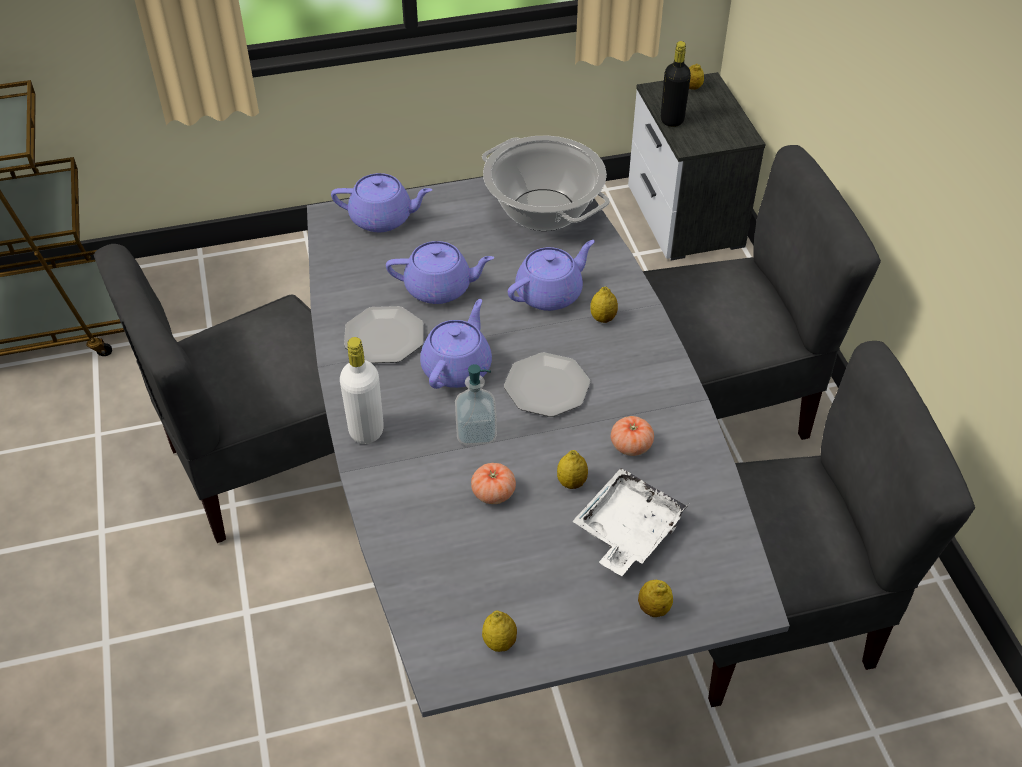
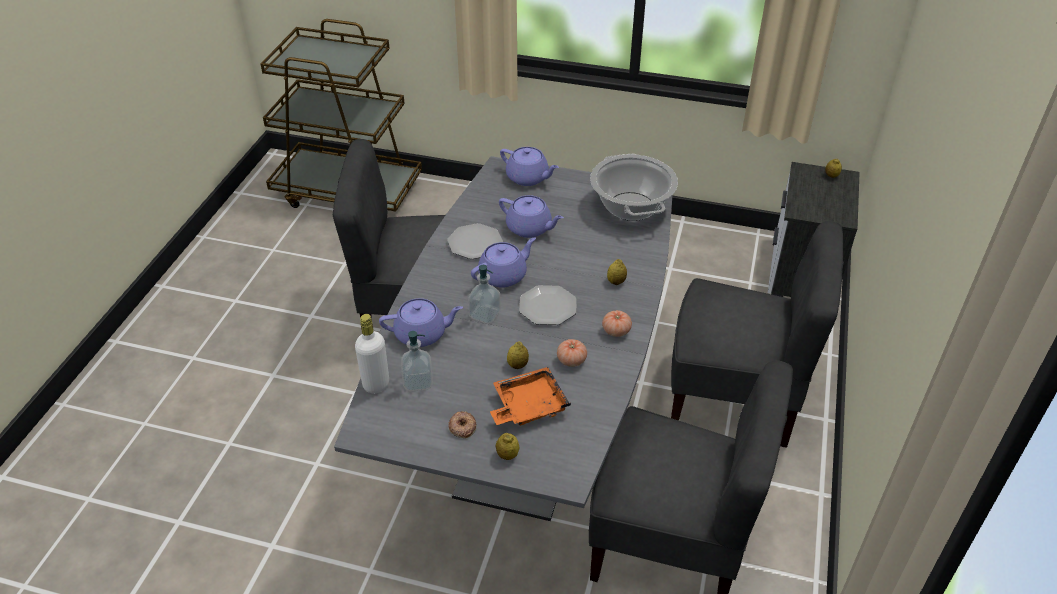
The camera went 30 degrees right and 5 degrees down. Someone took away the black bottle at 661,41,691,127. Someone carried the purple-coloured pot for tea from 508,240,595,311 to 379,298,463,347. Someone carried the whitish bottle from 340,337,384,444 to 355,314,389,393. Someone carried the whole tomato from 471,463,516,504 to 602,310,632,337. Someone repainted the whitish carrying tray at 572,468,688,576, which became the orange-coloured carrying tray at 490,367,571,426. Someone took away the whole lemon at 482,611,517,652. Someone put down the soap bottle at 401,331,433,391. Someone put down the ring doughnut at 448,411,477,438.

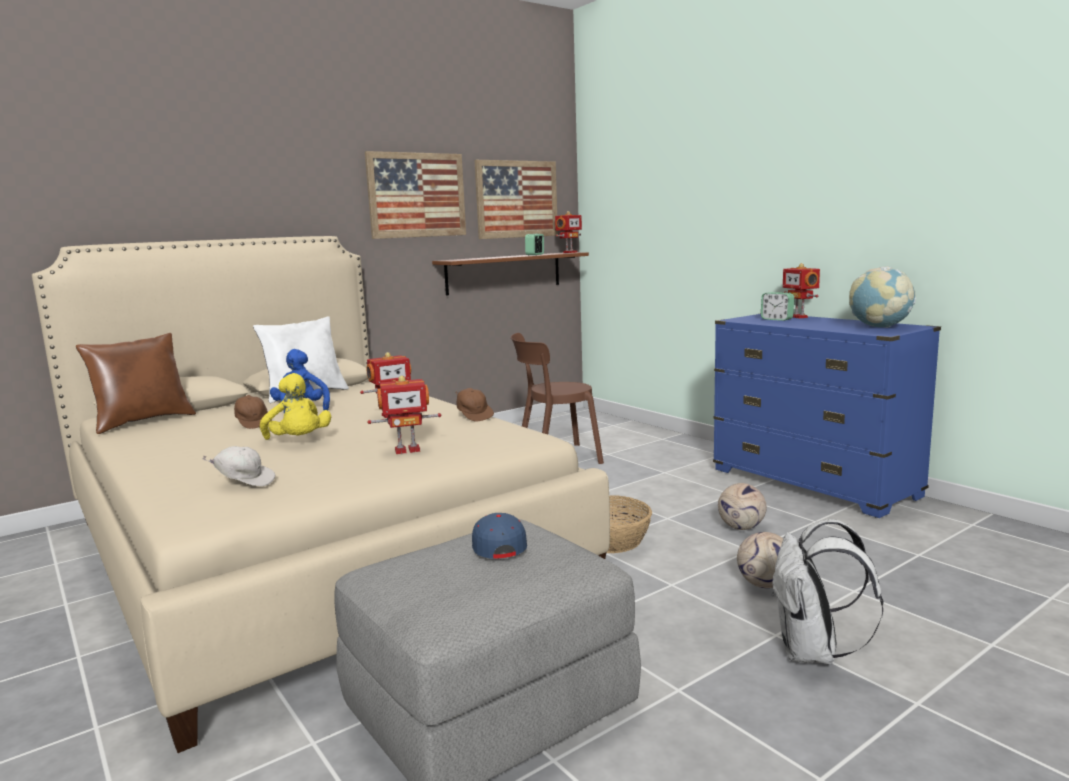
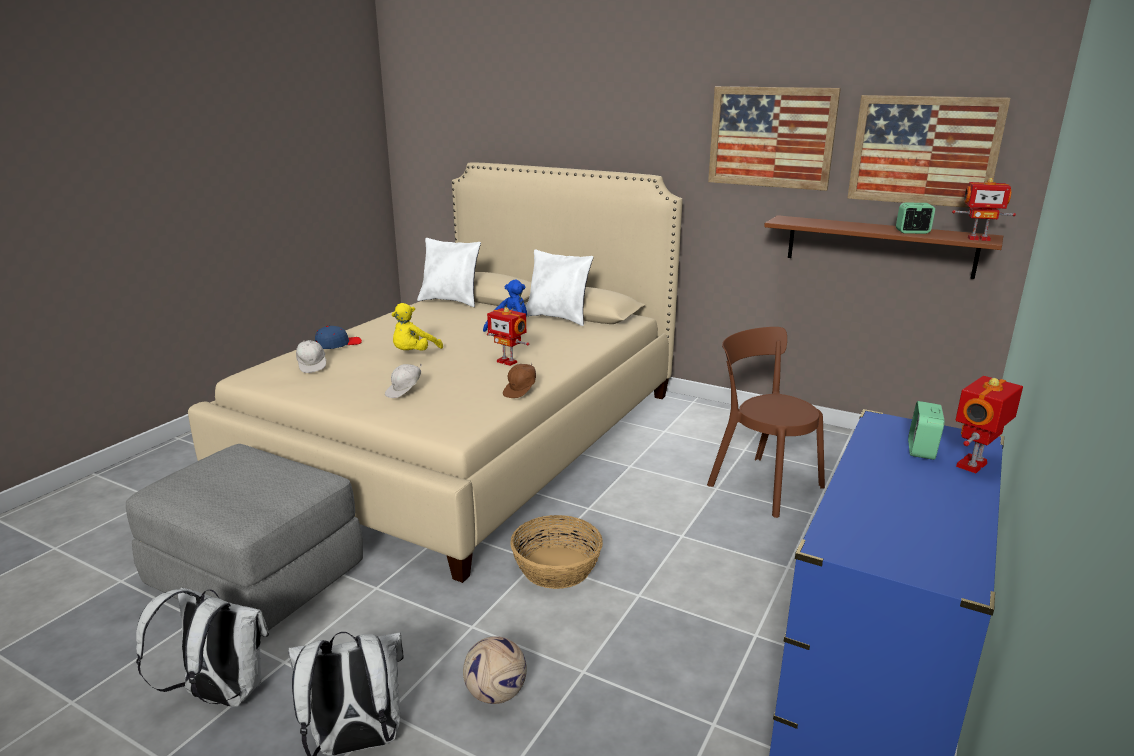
The camera went 65 degrees right and 10 degrees up. Someone took away the world globe at 849,266,916,328. Someone repainted the brownish pillow at 76,333,196,434, which became the whitish pillow at 417,238,481,307. Someone swapped the model robot at 367,376,441,454 for the whitish peaked cap at 385,363,422,398. Someone took away the brownish peaked cap at 234,395,272,429. Someone took away the football at 718,483,767,530. Someone carried the blue peaked cap from 472,513,527,559 to 315,326,362,349. Someone put down the whitish knapsack at 136,588,269,707.

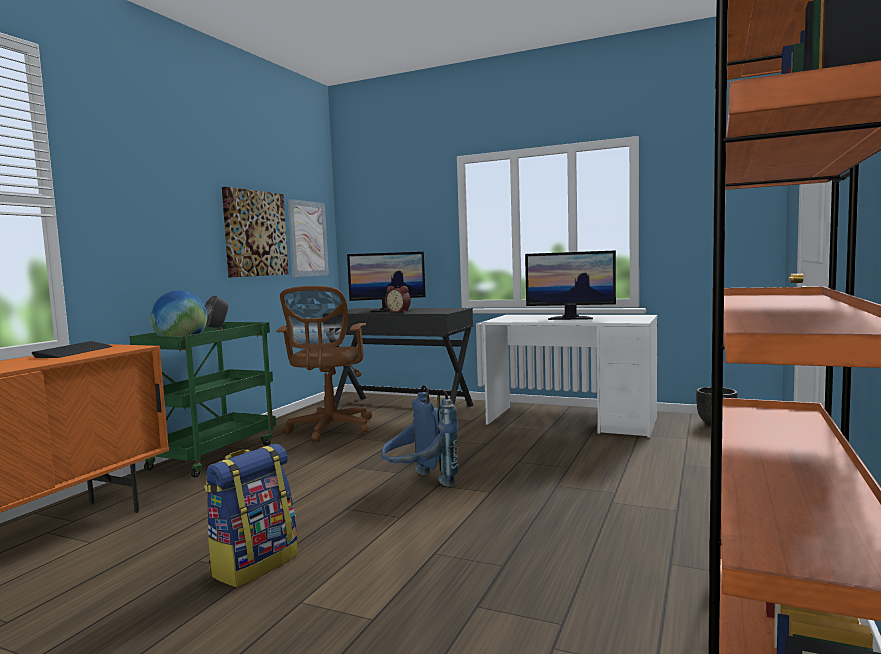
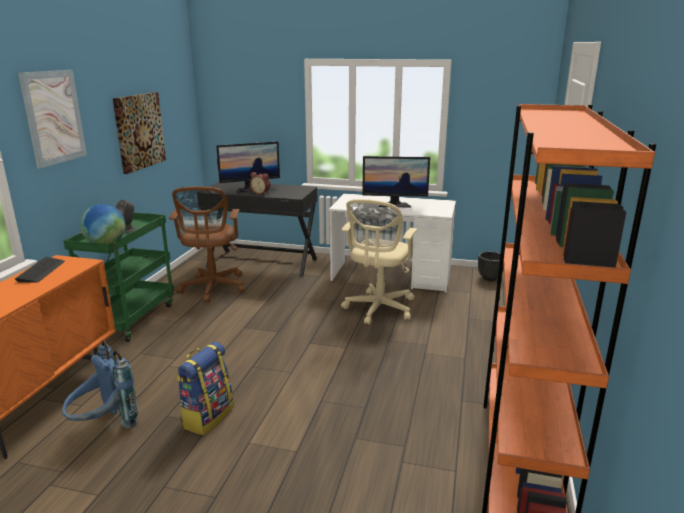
The camera went 10 degrees left and 15 degrees up. Someone carried the wall art from 287,199,329,277 to 18,70,87,169. Someone carried the blue knapsack from 381,385,459,487 to 62,341,138,428. Someone put down the beige-coloured desk chair at 341,199,417,325.

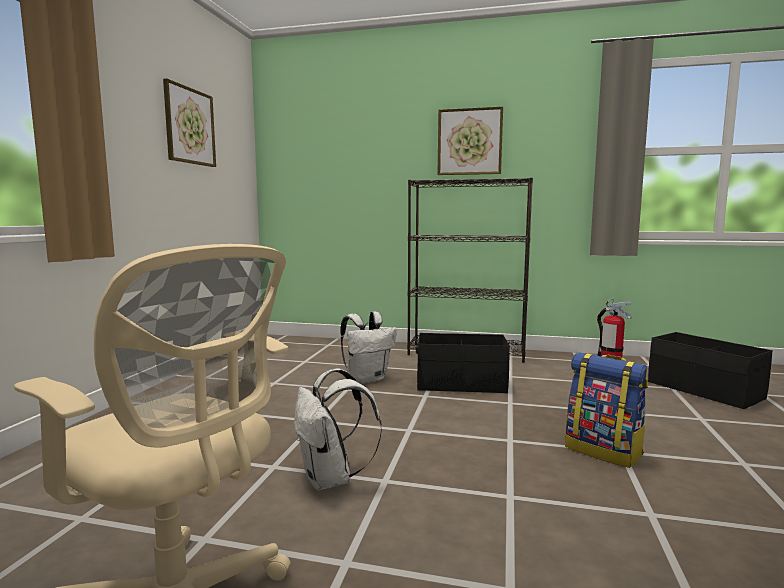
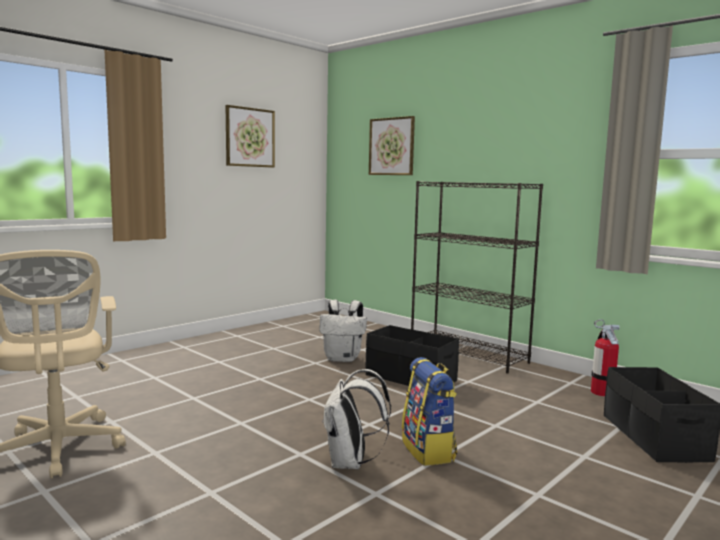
The camera went 30 degrees right and 0 degrees up. Someone carried the wall art from 438,106,503,175 to 369,116,415,175. Someone carried the whitish knapsack from 294,369,382,491 to 322,369,391,469.

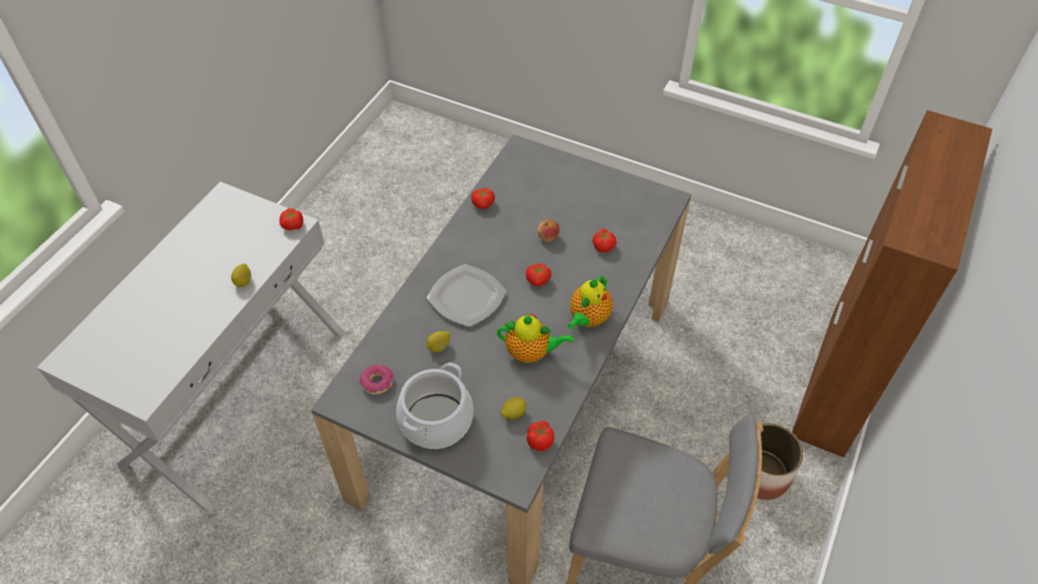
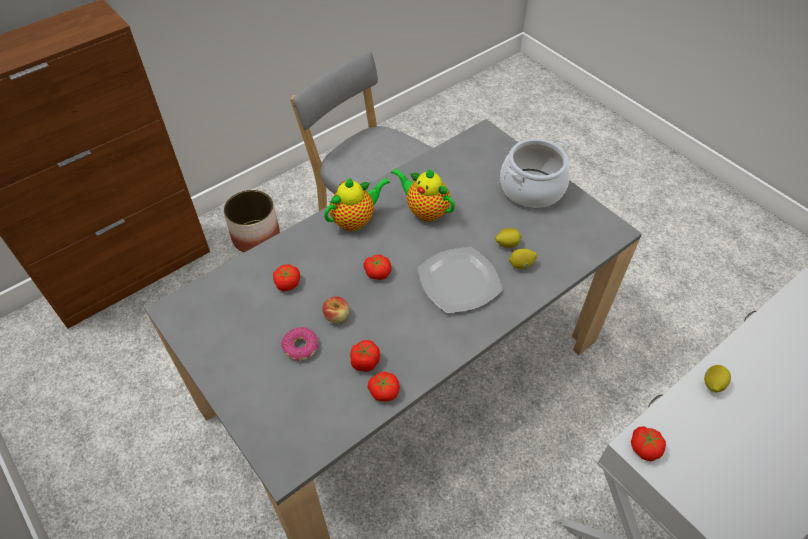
The camera went 155 degrees left and 0 degrees up. Someone carried the ring doughnut from 360,365,394,395 to 281,327,318,361. Someone carried the whole lemon from 501,397,526,419 to 509,249,537,269. Someone carried the whole tomato from 527,421,554,451 to 350,340,380,372.

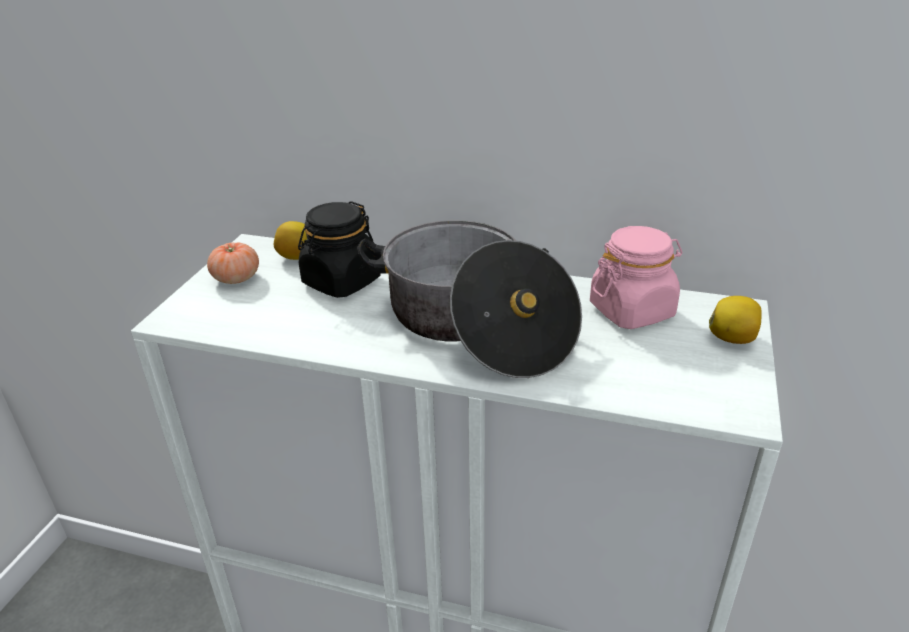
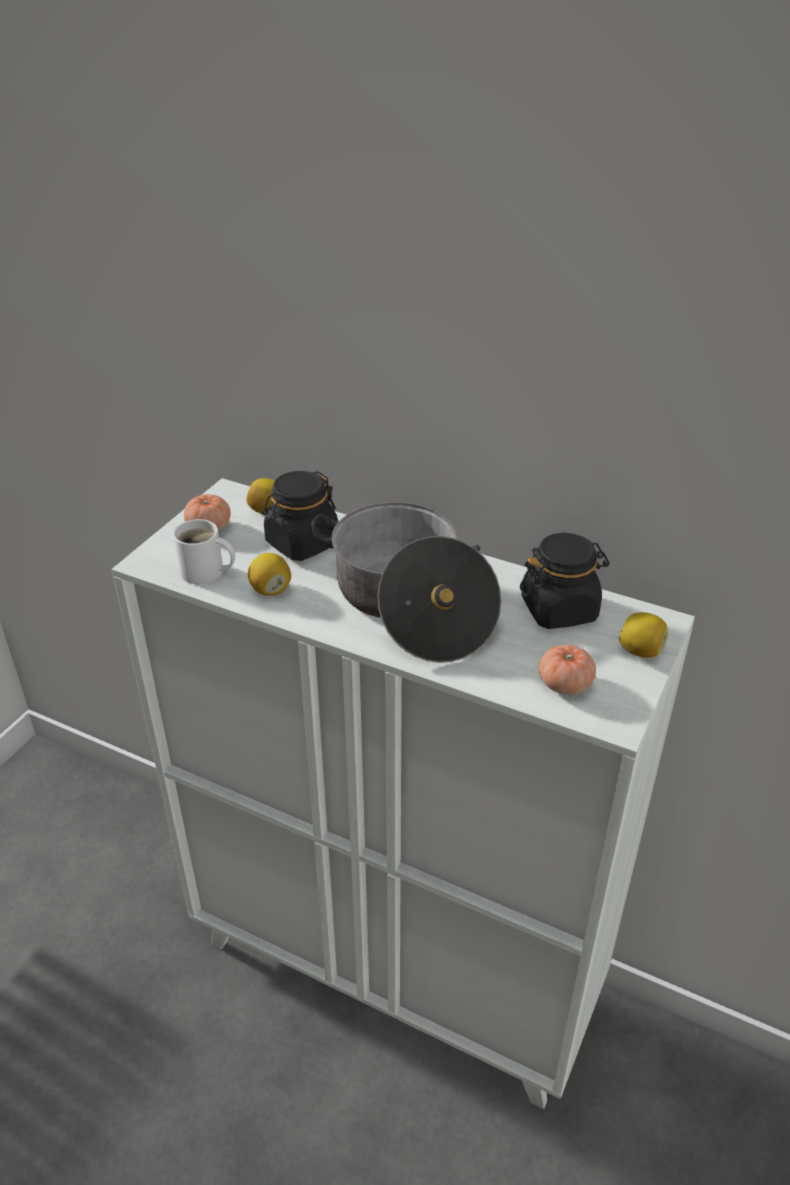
The camera went 10 degrees right and 5 degrees up. Someone repainted the pink-coloured preserve jar at 590,226,682,329, which became the black preserve jar at 520,533,610,629. Someone put down the whitish mug at 173,519,235,584. Someone put down the whole lemon at 248,553,291,596. Someone put down the whole tomato at 539,645,596,695.

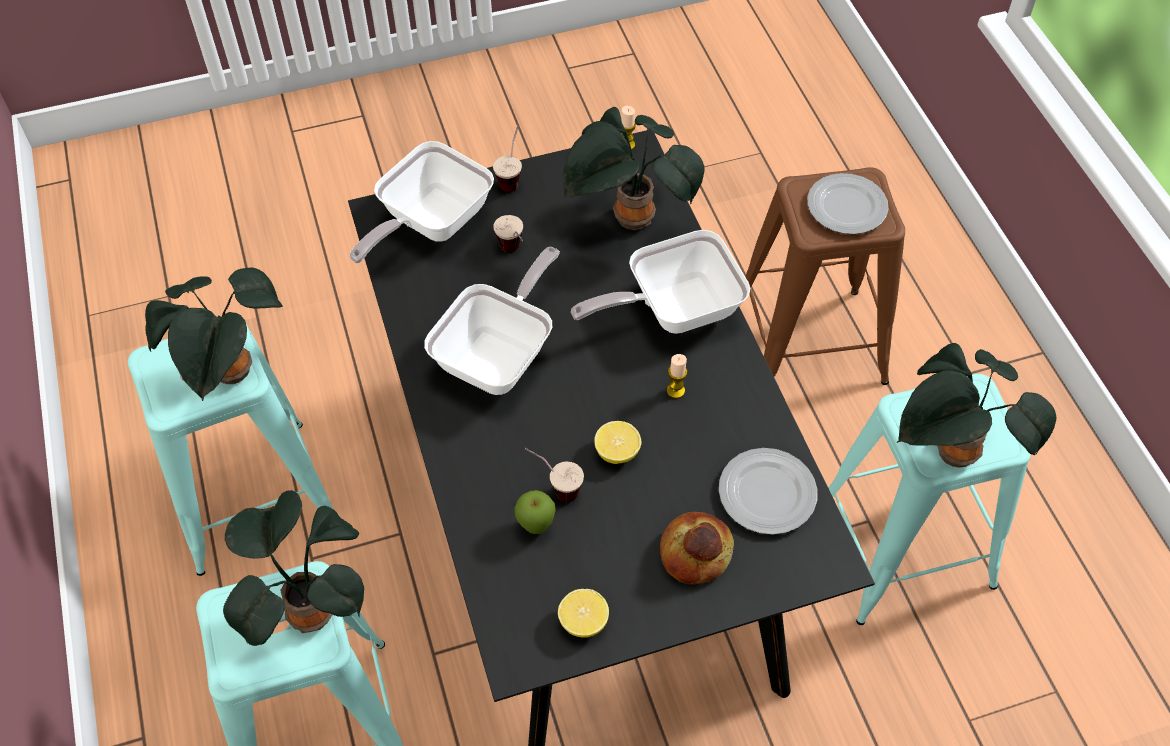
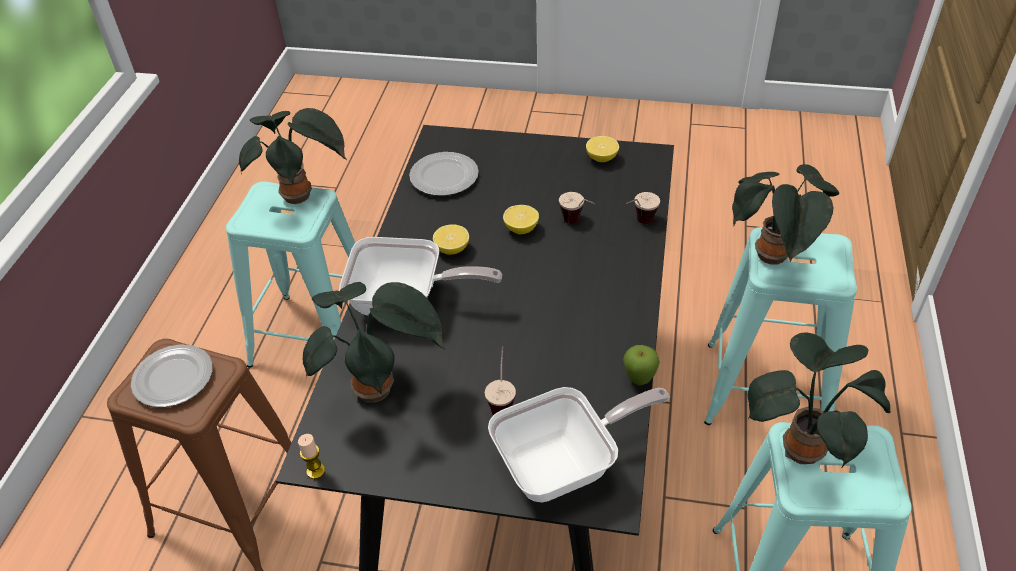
The camera went 150 degrees left and 10 degrees down. Someone carried the cup from 493,125,522,192 to 626,192,660,224. Someone took away the frying pan at 424,247,560,395. Someone swapped the wax light at 667,354,687,399 for the whole lemon at 433,225,469,255. Someone carried the apple fruit from 514,490,556,534 to 623,345,660,385. Someone took away the baked bread at 660,512,734,584.

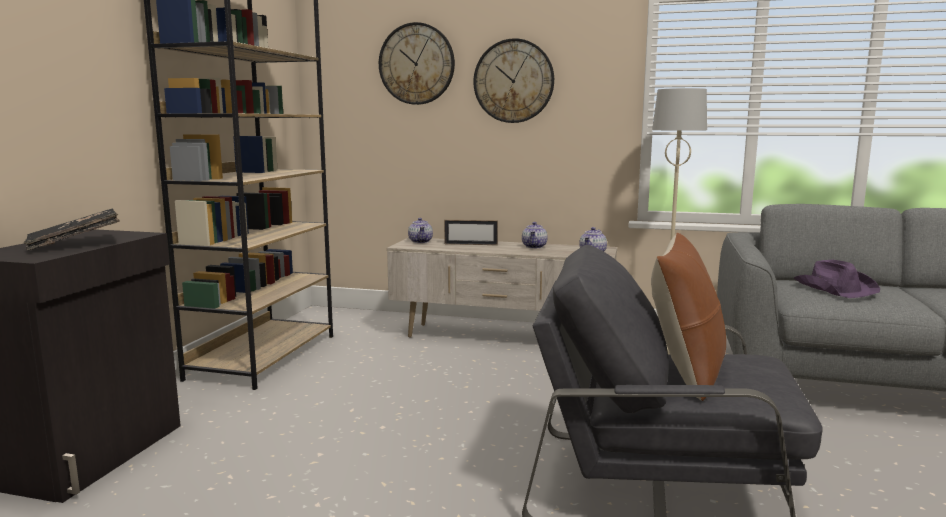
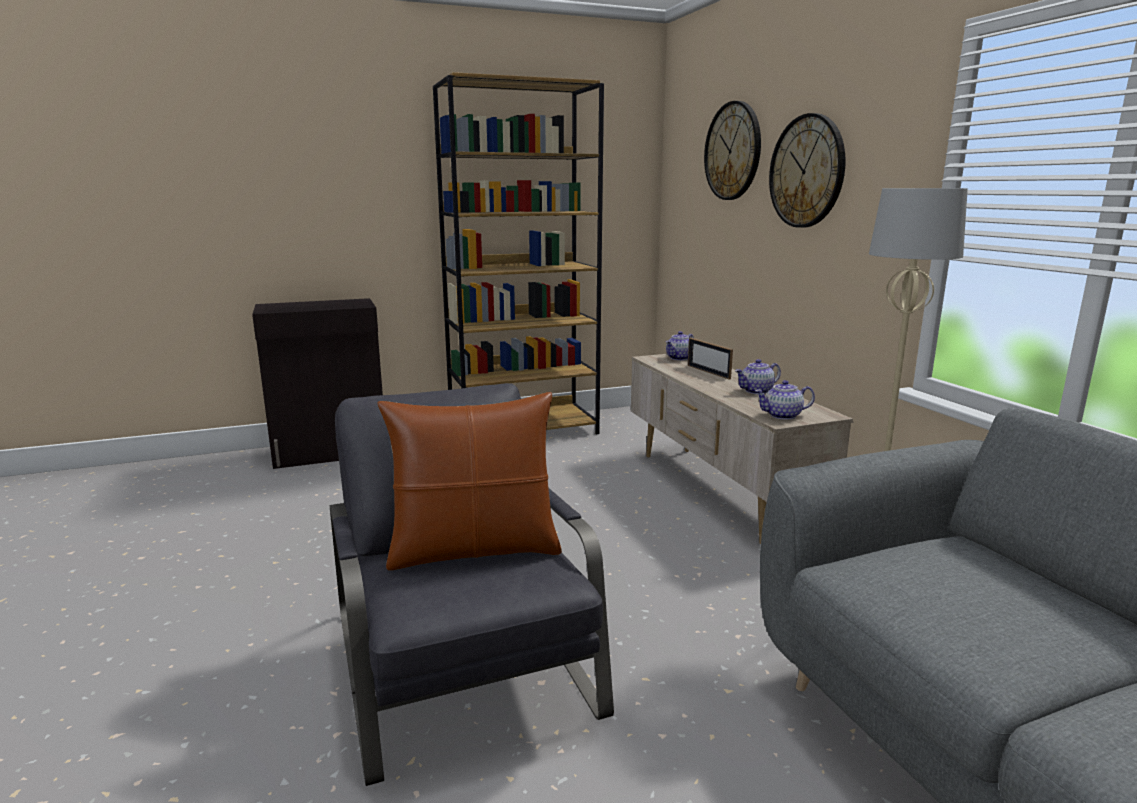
The camera went 55 degrees right and 5 degrees up. Someone took away the black book at 24,209,120,250. Someone took away the purple-coloured hat at 794,260,880,298.

